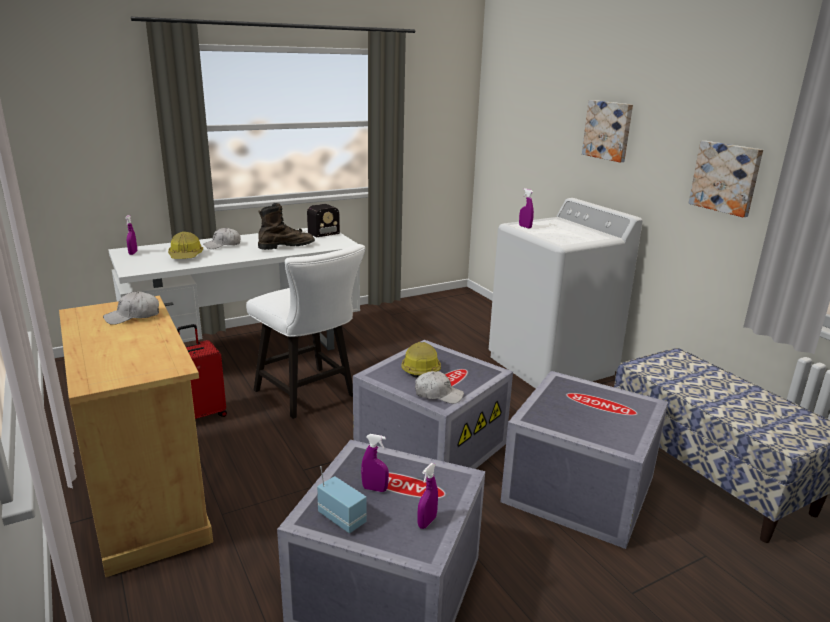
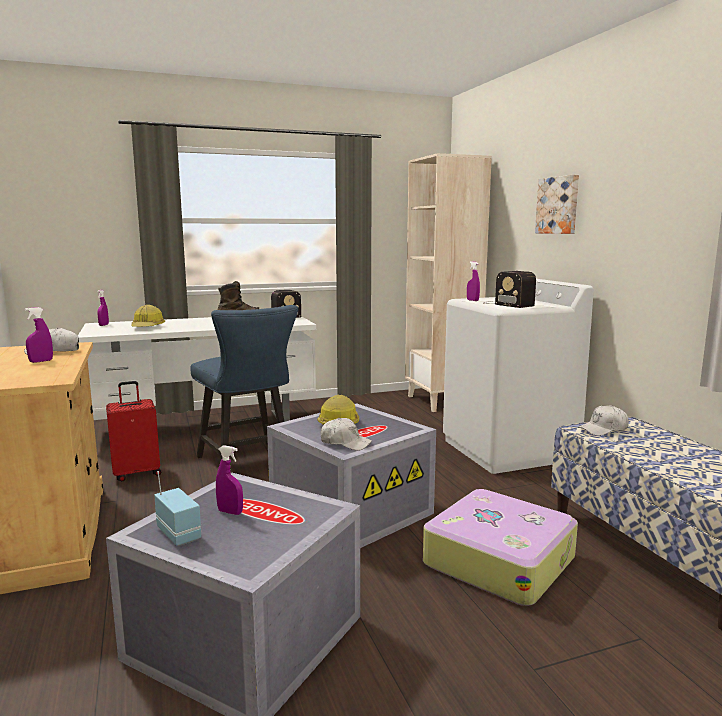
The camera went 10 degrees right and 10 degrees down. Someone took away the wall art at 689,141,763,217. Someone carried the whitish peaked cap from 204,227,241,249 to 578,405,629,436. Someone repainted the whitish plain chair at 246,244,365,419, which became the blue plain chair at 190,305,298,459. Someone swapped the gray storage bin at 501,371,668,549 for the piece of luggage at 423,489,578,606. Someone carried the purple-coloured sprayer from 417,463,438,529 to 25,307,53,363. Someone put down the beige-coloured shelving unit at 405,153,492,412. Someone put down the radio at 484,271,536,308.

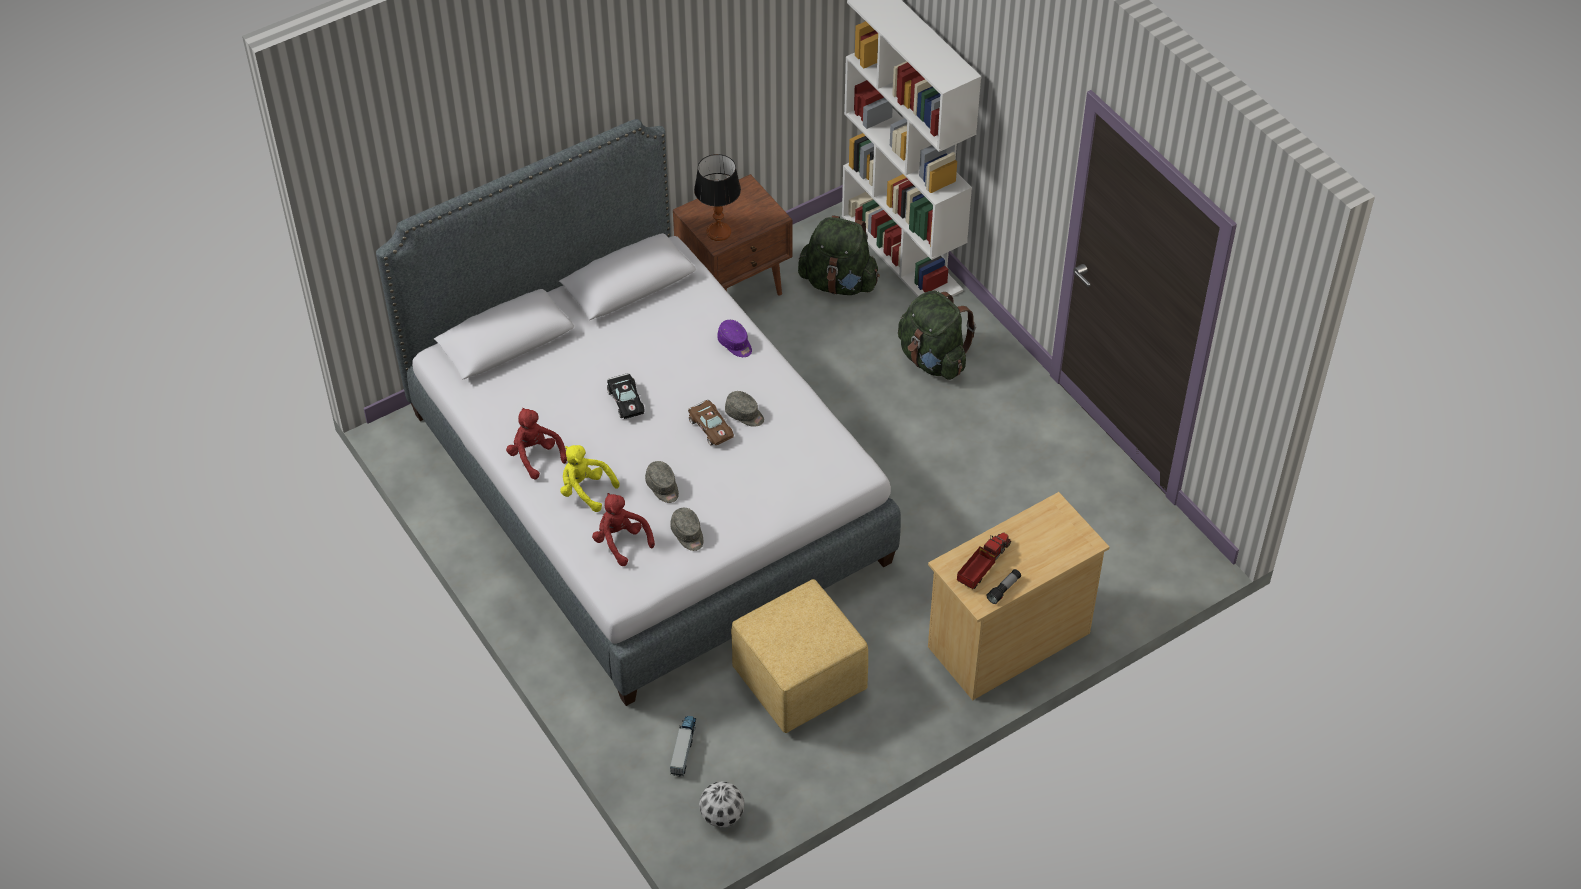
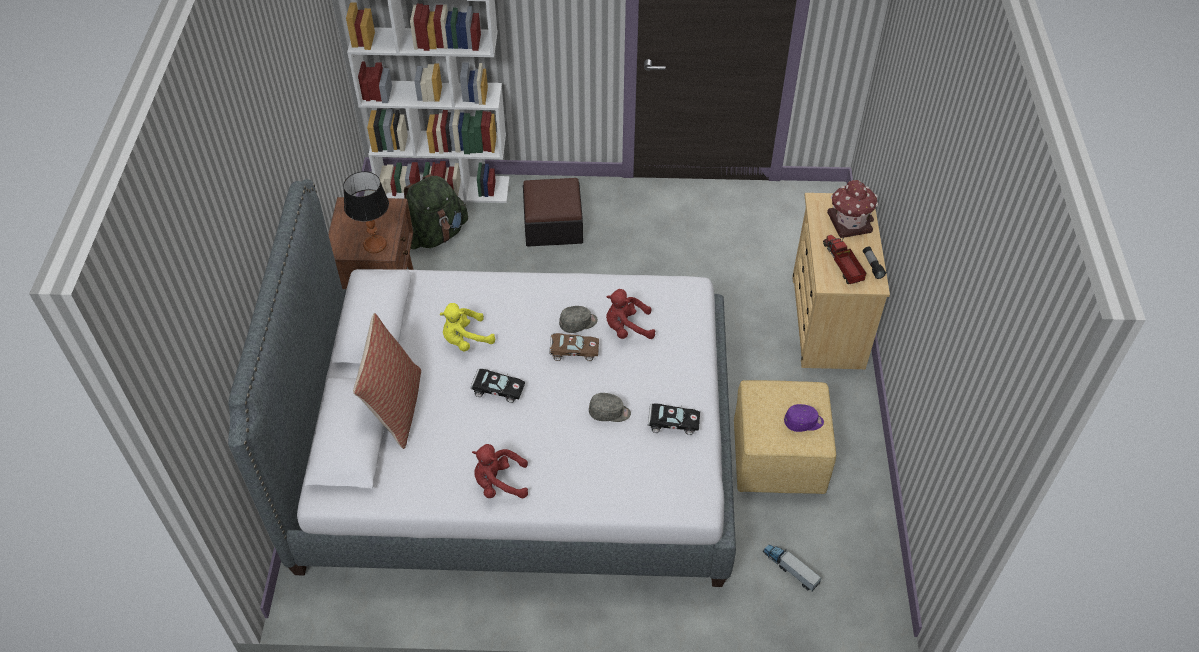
The camera went 55 degrees left and 0 degrees up. Someone swapped the green-coloured knapsack at 898,291,976,380 for the ottoman at 523,178,583,247. Someone carried the purple-coloured peaked cap from 717,320,752,357 to 784,404,824,432. Someone carried the yellow soft toy from 560,445,619,512 to 440,303,495,351. Someone carried the red-coloured soft toy from 592,493,655,566 to 606,289,655,339. Someone swapped the gray peaked cap at 670,508,703,551 for the black model car at 648,404,700,435. Someone took away the football at 699,781,744,828. Someone put down the toy house at 827,180,878,238. Someone put down the pillow at 353,313,421,449.

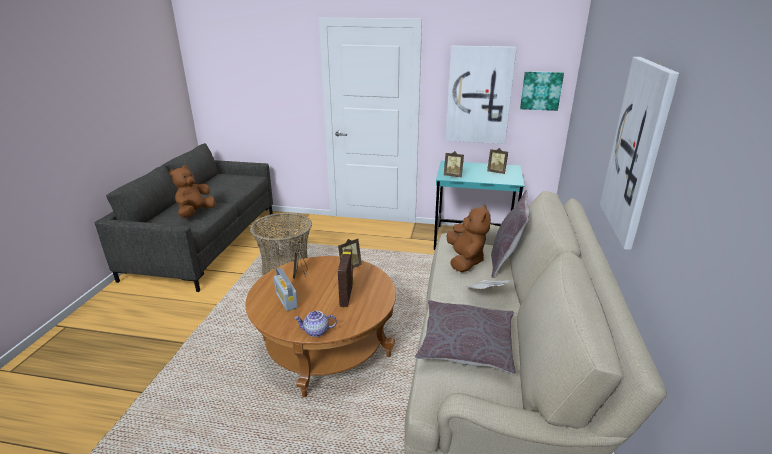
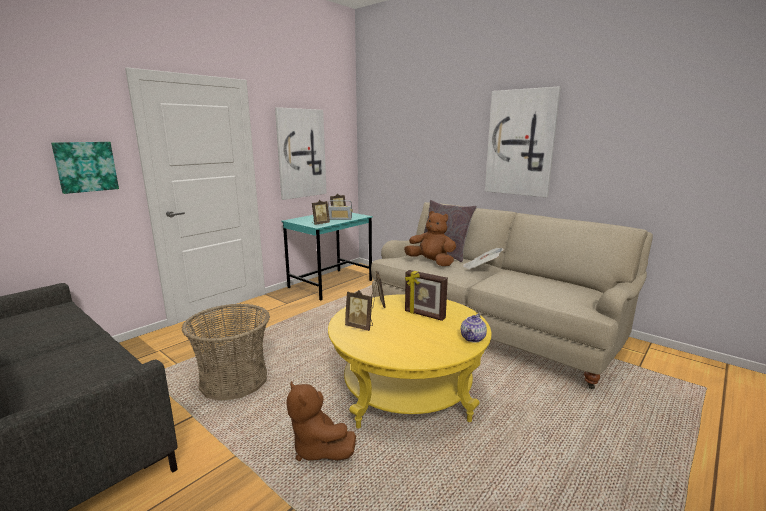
The camera went 60 degrees left and 10 degrees down. Someone carried the wall art from 520,71,564,111 to 51,142,119,194. Someone carried the brownish soft toy from 169,165,216,218 to 287,381,356,461. Someone repainted the brownish lounge table at 245,256,396,397, which became the yellow lounge table at 328,294,491,429. Someone carried the radio from 274,268,298,311 to 328,200,352,220. Someone took away the gray pillow at 415,300,515,374.

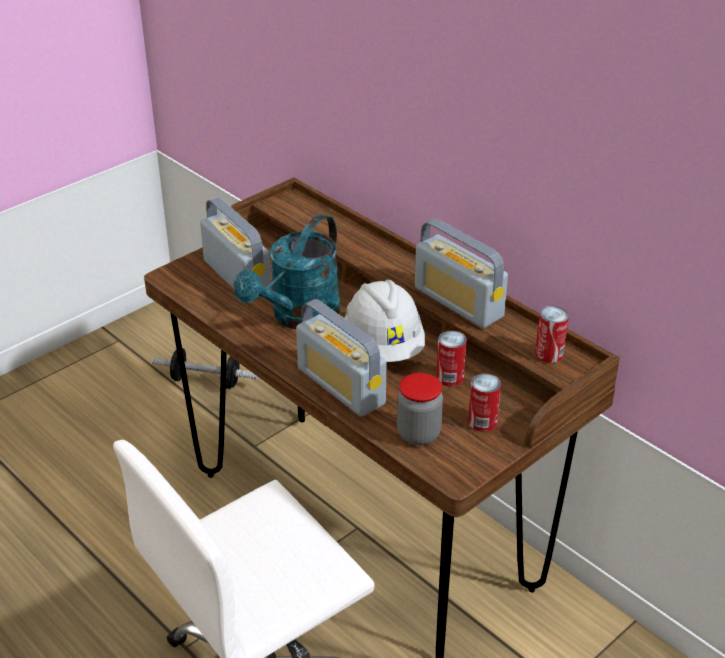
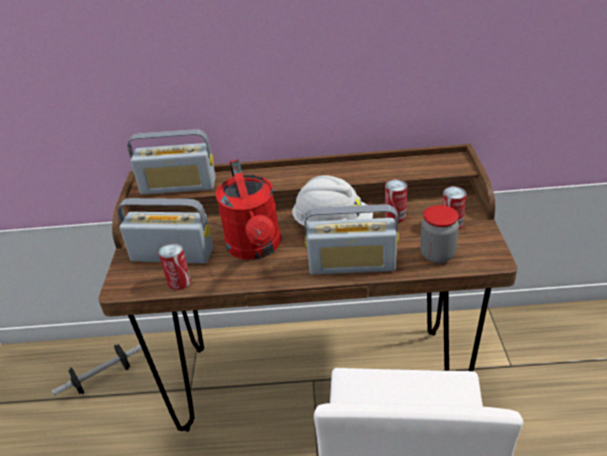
The camera went 45 degrees left and 0 degrees up. Someone repainted the blue-green watering pot at 233,214,340,329, which became the red-coloured watering pot at 215,159,281,260. Someone carried the radio from 415,219,508,328 to 127,129,216,195. Someone carried the sealed can from 535,306,569,363 to 158,243,191,290.

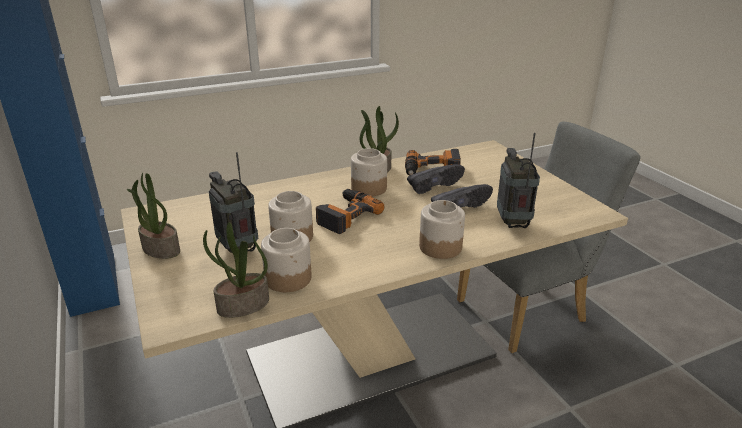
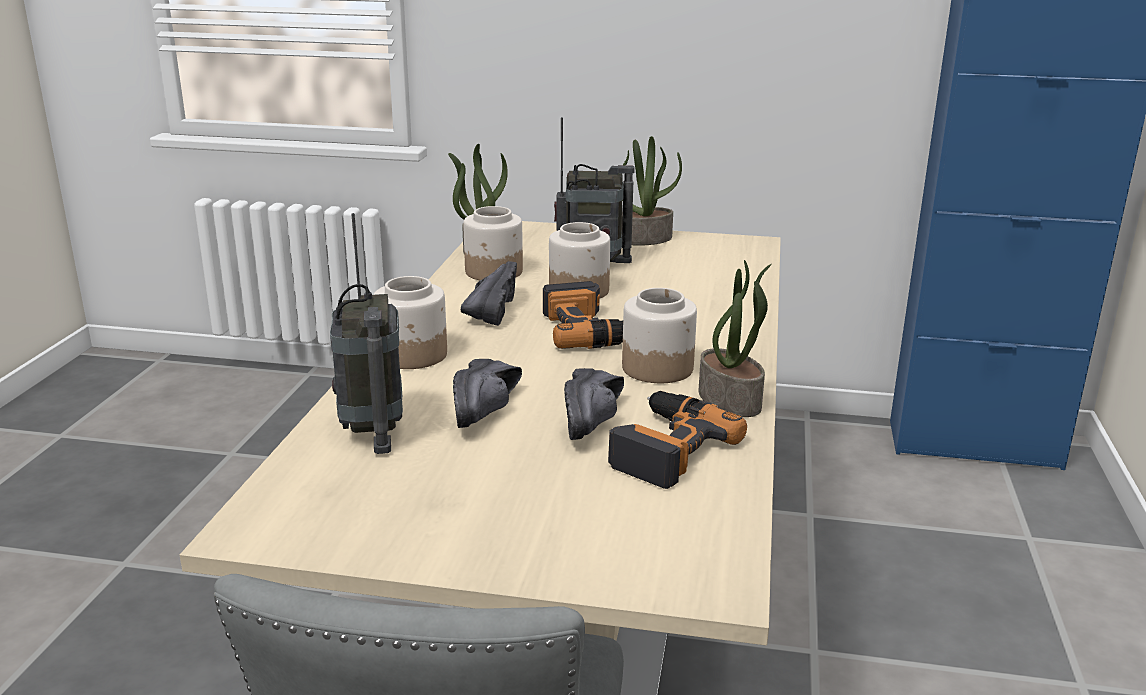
The camera went 125 degrees right and 5 degrees down. Someone rotated the radio at 497,133,540,228 by 45 degrees clockwise. Someone put down the black low shoe at 461,261,517,326.

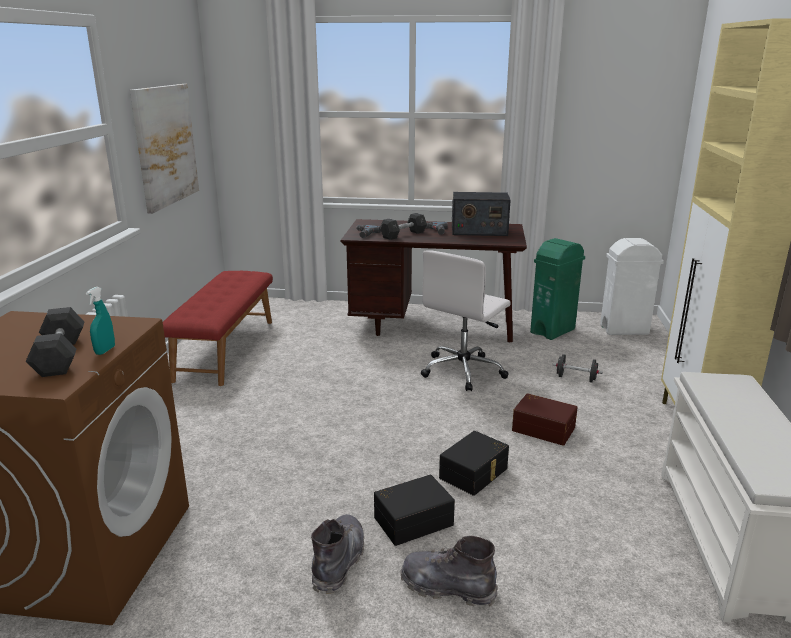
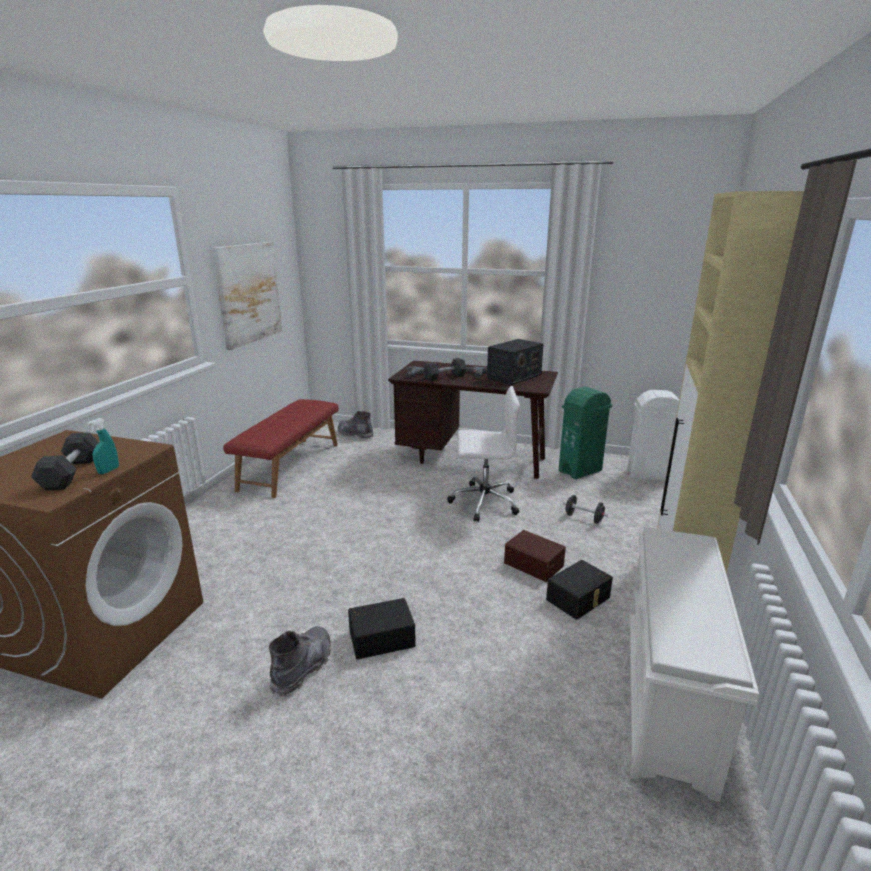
The camera went 10 degrees right and 0 degrees up. Someone rotated the radio at 452,192,511,236 by 60 degrees counterclockwise. Someone rotated the whitish desk chair at 421,251,511,391 by 135 degrees counterclockwise. Someone carried the black storage bin from 439,431,509,496 to 546,560,613,620. Someone carried the gray high-top boot from 400,536,498,607 to 338,411,374,439.

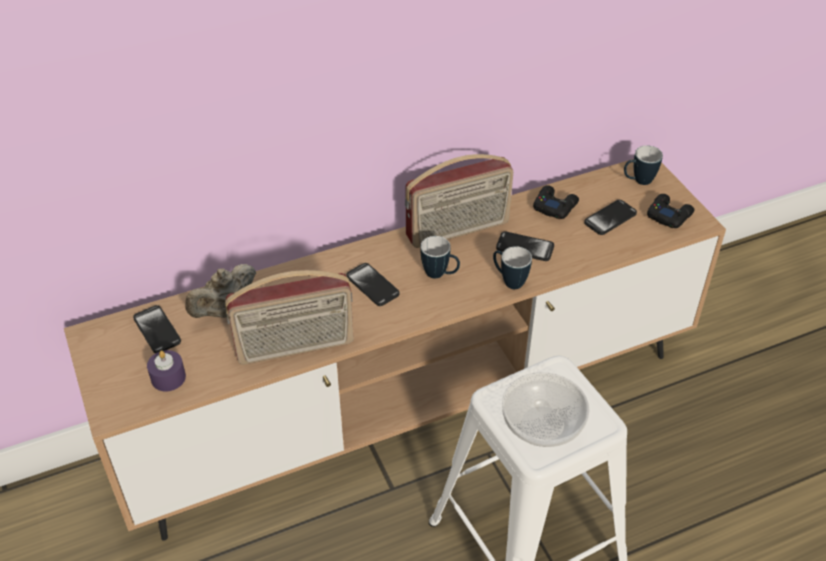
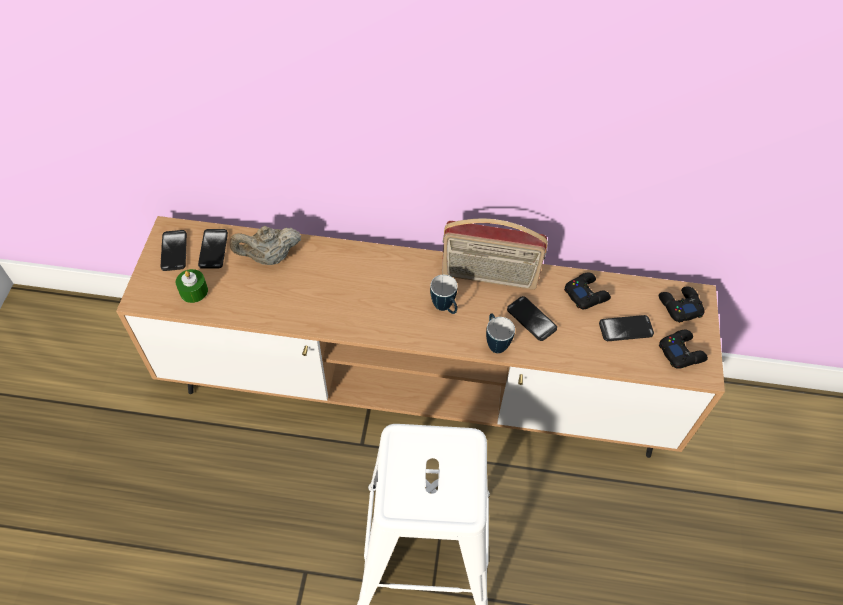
The camera went 30 degrees right and 10 degrees up. Someone swapped the mug at 624,145,663,185 for the black joypad at 659,287,705,323. Someone carried the phone from 346,263,399,306 to 161,230,187,271. Someone took away the radio at 225,270,354,365. Someone repainted the purple-coloured wax light at 147,350,186,392, which became the green-coloured wax light at 176,269,208,303. Someone took away the bowl at 502,372,589,447.

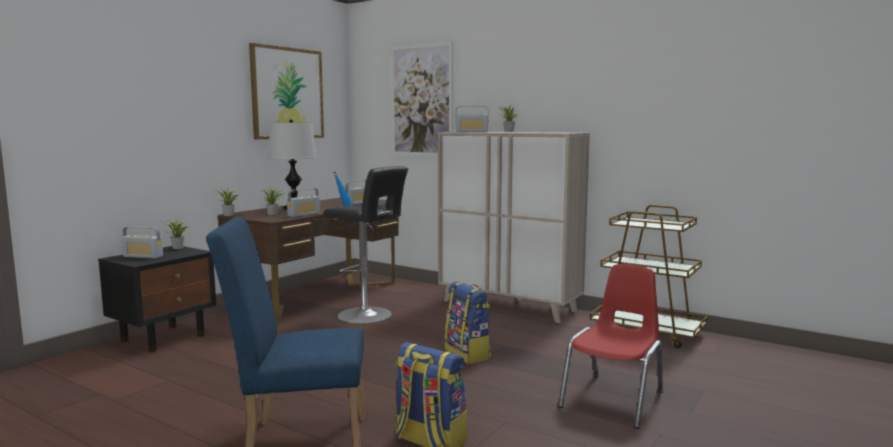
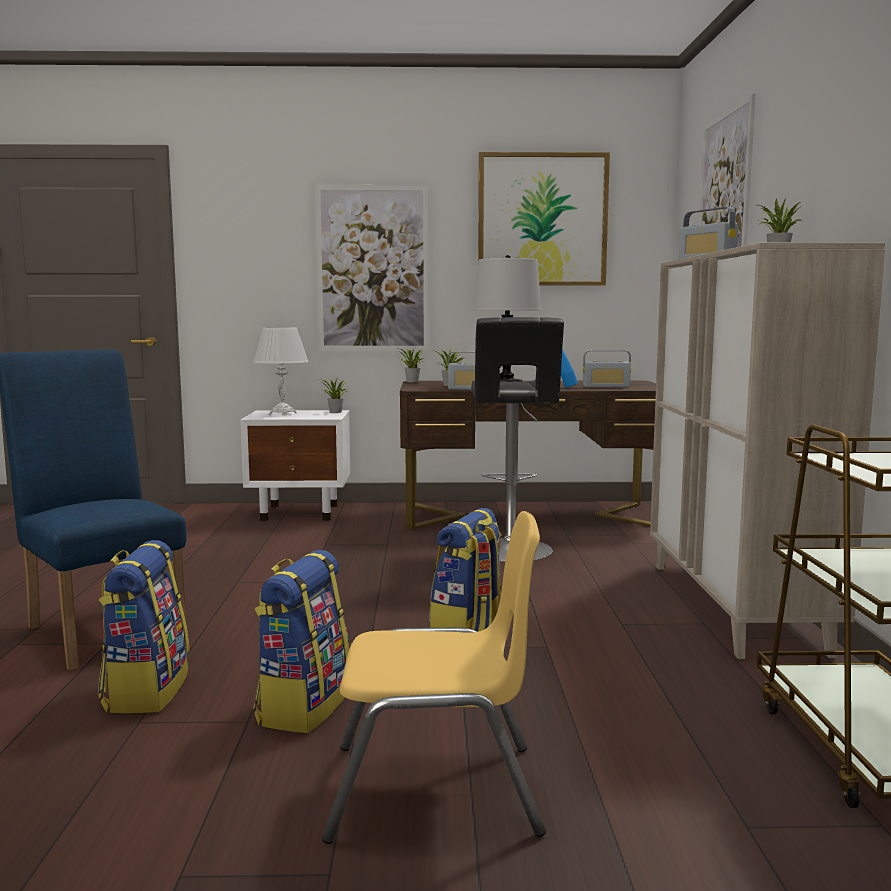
The camera went 55 degrees right and 0 degrees up. Someone swapped the radio at 122,226,163,259 for the whitish lamp for a table at 253,327,309,416. Someone repainted the black night table at 98,246,216,352, which became the whitish night table at 240,410,350,521. Someone repainted the red-coloured plain chair at 558,264,664,429, which became the yellow plain chair at 322,511,546,844. Someone put up the wall art at 315,185,429,351. Someone put down the knapsack at 253,550,349,733.

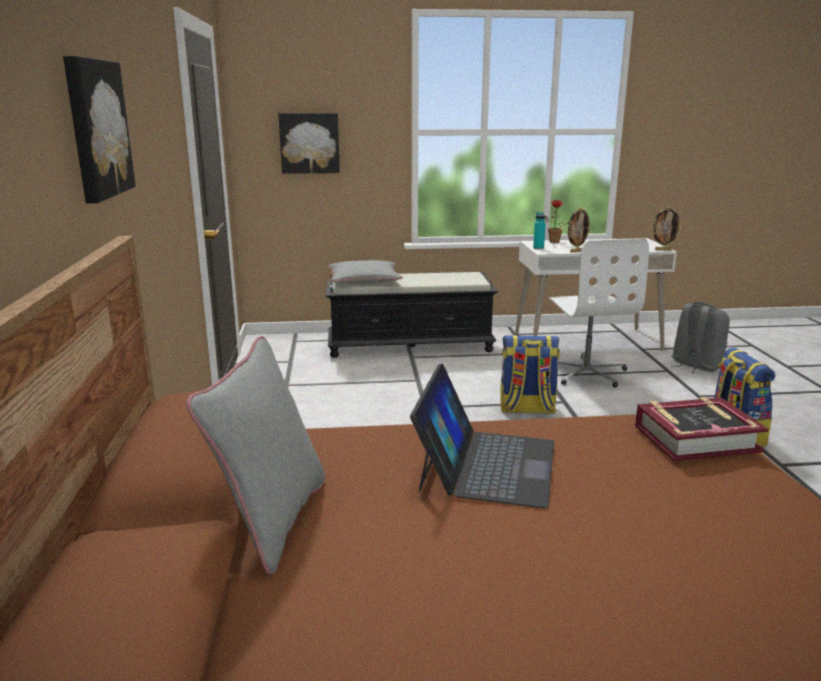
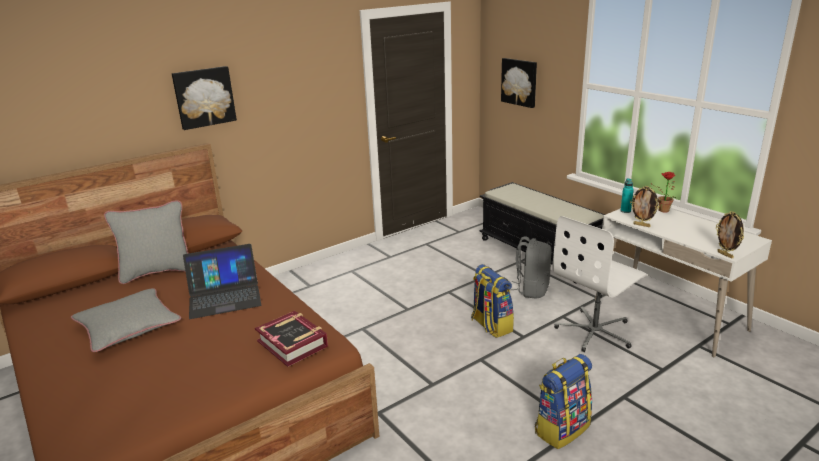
The camera went 60 degrees right and 5 degrees up. Someone carried the gray pillow from 328,260,403,283 to 71,288,181,352. Someone carried the gray knapsack from 671,302,730,374 to 510,237,552,299.

